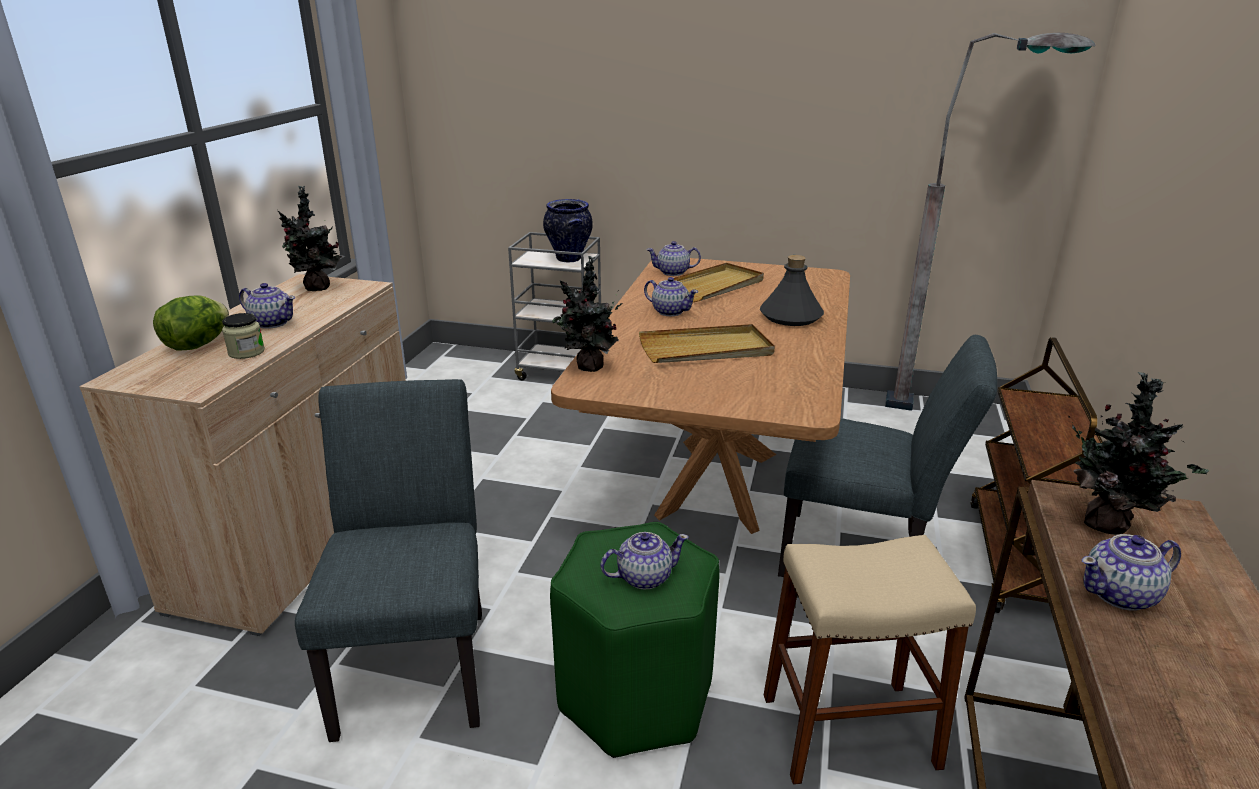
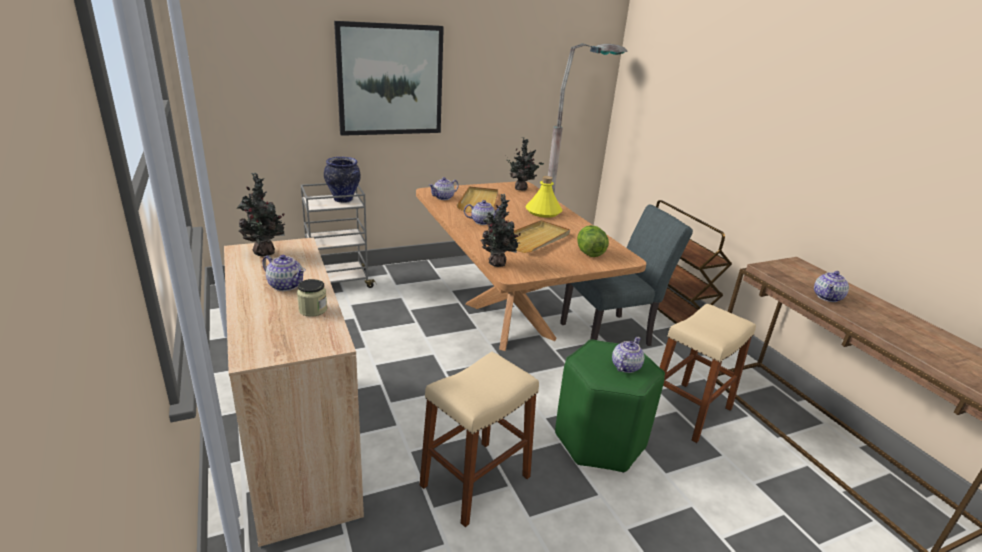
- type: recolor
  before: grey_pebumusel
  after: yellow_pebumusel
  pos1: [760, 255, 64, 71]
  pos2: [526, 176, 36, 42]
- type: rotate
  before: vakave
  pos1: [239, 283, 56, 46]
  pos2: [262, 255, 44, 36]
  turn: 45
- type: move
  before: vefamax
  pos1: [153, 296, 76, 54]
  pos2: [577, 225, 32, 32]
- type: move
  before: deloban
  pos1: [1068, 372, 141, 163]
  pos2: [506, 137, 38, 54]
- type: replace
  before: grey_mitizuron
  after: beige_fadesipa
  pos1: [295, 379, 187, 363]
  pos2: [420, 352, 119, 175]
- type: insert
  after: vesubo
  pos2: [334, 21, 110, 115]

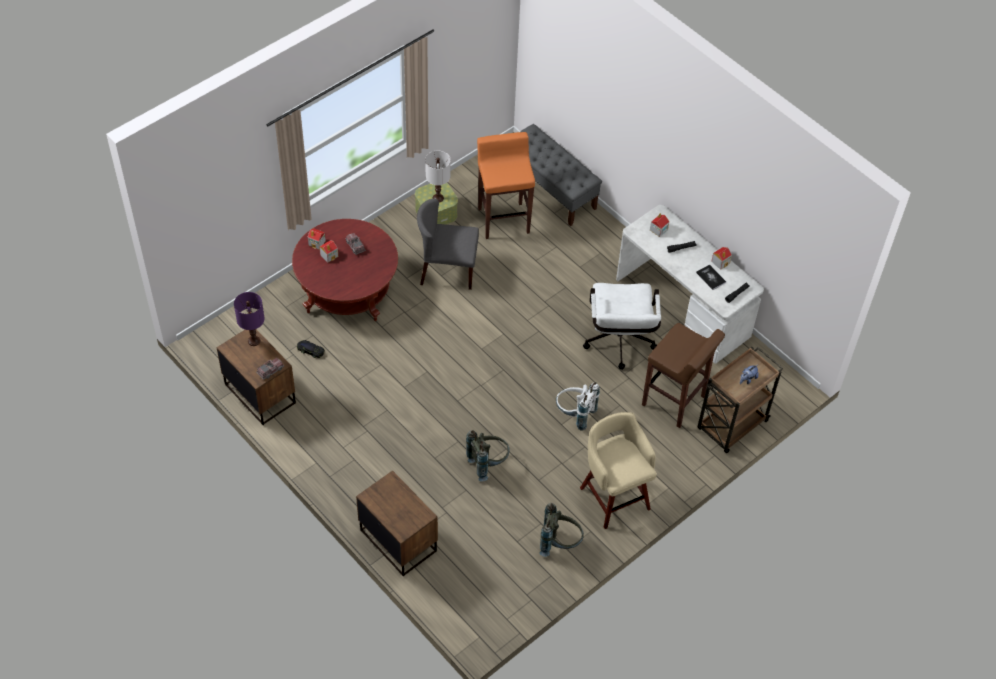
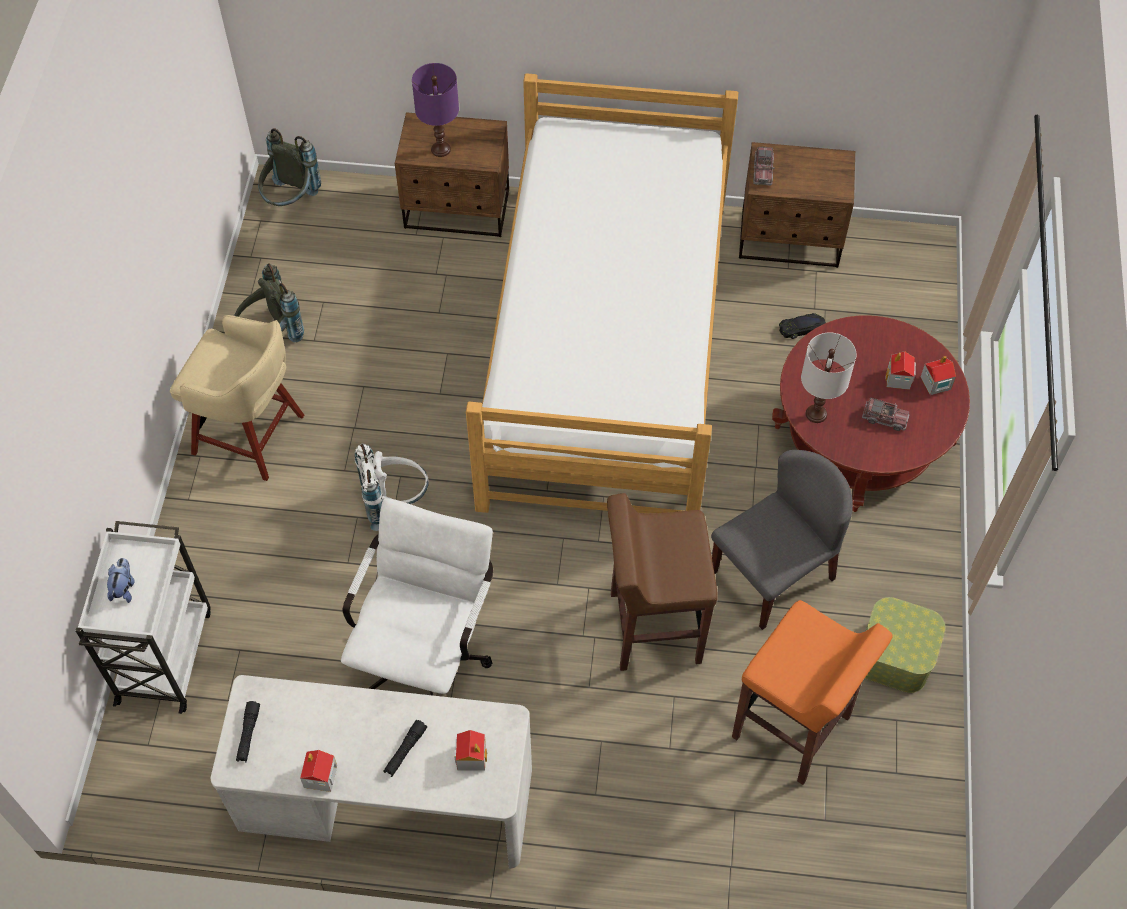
- type: delete
  before: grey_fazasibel
  pos1: [520, 124, 82, 102]
- type: move
  before: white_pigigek
  pos1: [425, 151, 26, 51]
  pos2: [801, 332, 55, 91]
- type: delete
  before: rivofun
  pos1: [696, 264, 30, 26]
- type: rotate
  before: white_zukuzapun
  pos1: [583, 283, 78, 87]
  pos2: [341, 498, 152, 198]
  turn: 60
- type: move
  before: purple_pigigek
  pos1: [234, 292, 31, 54]
  pos2: [412, 63, 47, 94]
- type: move
  before: brown_fadesipa
  pos1: [642, 323, 83, 105]
  pos2: [607, 493, 111, 178]
- type: recolor
  before: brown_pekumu
  after: white_pekumu
  pos1: [698, 346, 85, 107]
  pos2: [75, 521, 136, 193]
- type: move
  before: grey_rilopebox
  pos1: [466, 430, 44, 52]
  pos2: [258, 128, 63, 78]
- type: insert
  after: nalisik
  pos2: [466, 73, 272, 440]

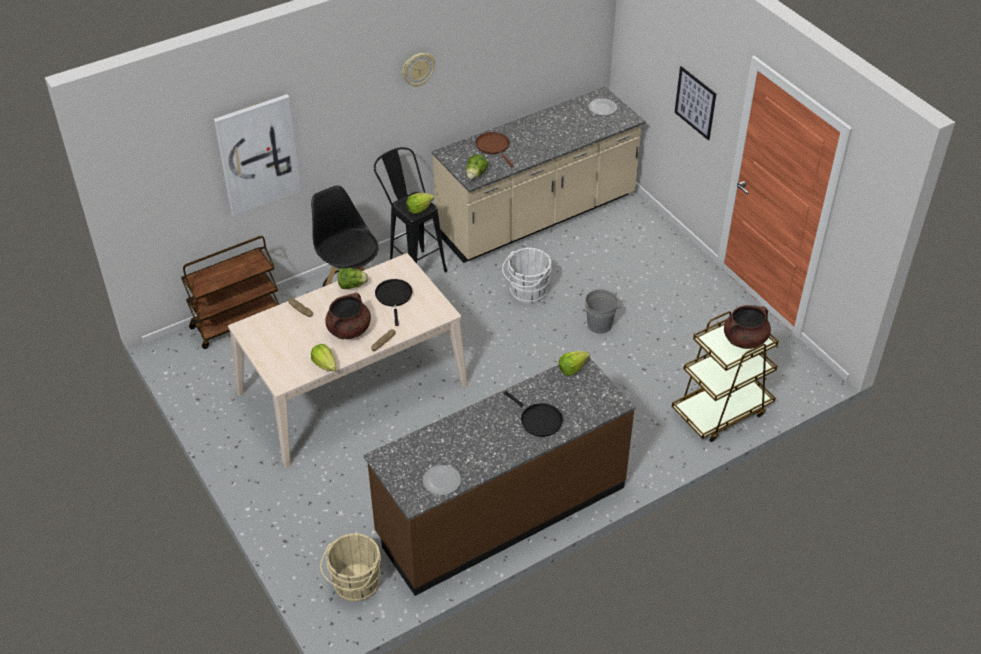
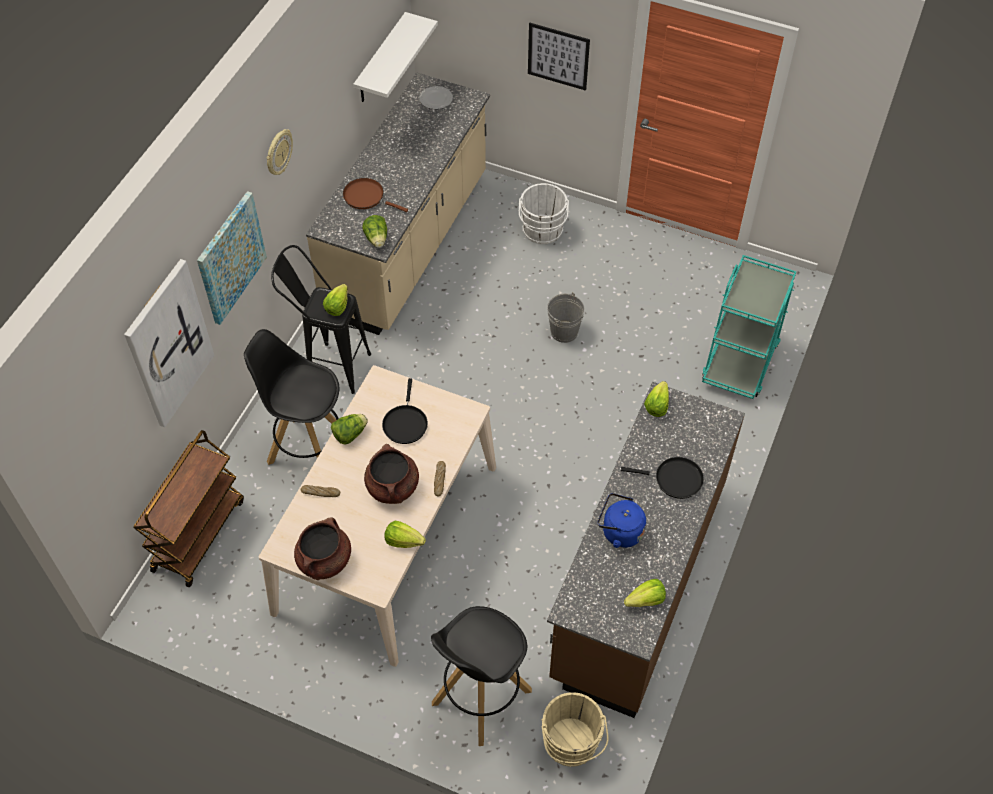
- type: move
  before: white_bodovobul
  pos1: [502, 248, 49, 55]
  pos2: [519, 183, 50, 61]
- type: rotate
  before: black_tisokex
  pos1: [375, 279, 38, 47]
  pos2: [382, 378, 46, 66]
  turn: -135
- type: move
  before: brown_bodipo
  pos1: [724, 305, 47, 44]
  pos2: [294, 517, 57, 63]
- type: recolor
  before: brown_pekumu
  after: turquoise_pekumu
  pos1: [672, 311, 107, 131]
  pos2: [702, 255, 95, 144]
- type: replace
  before: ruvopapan
  after: vefamax
  pos1: [423, 465, 38, 30]
  pos2: [624, 579, 42, 28]
- type: insert
  after: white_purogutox
  pos2: [353, 12, 85, 90]
- type: insert
  after: vesubo
  pos2: [197, 191, 70, 134]
- type: insert
  after: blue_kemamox
  pos2: [598, 493, 48, 55]
- type: insert
  after: black_fadesipa
  pos2: [431, 606, 101, 140]

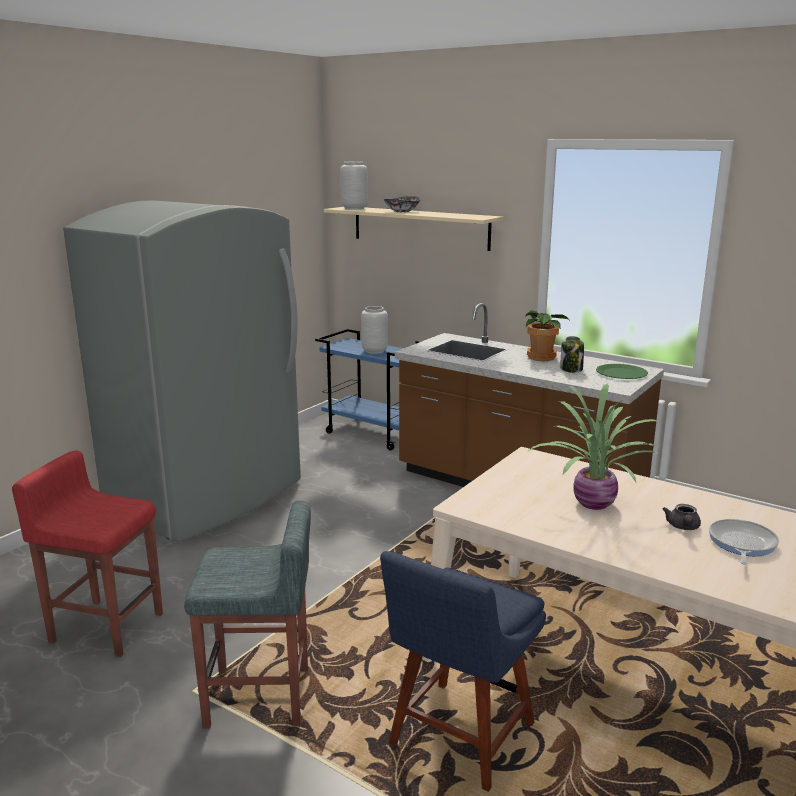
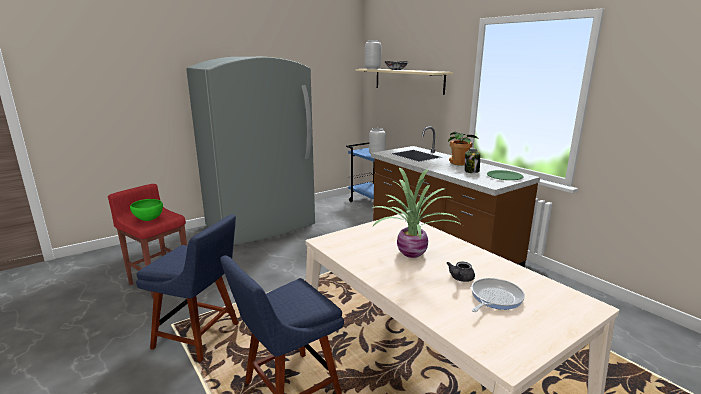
- type: replace
  before: grey_fadesipa
  after: blue_mitizuron
  pos1: [184, 501, 127, 228]
  pos2: [136, 214, 103, 148]
- type: insert
  after: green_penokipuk
  pos2: [130, 199, 33, 22]

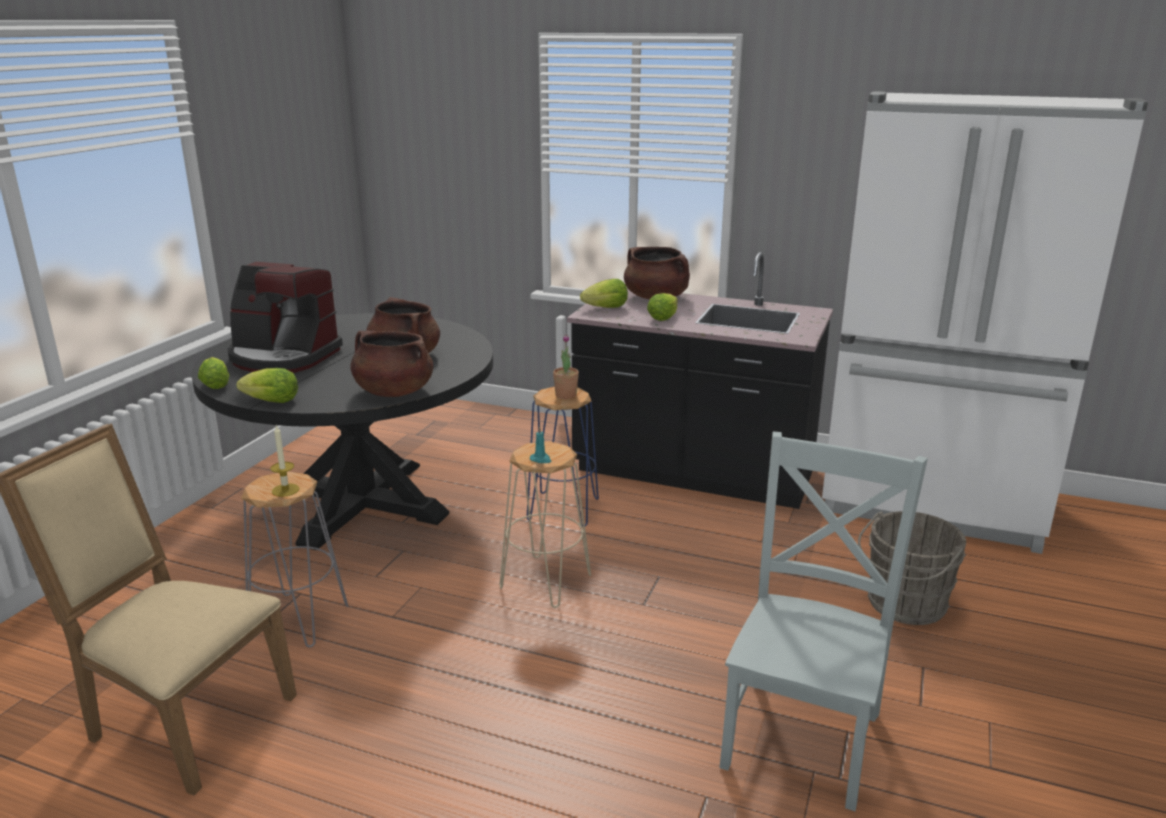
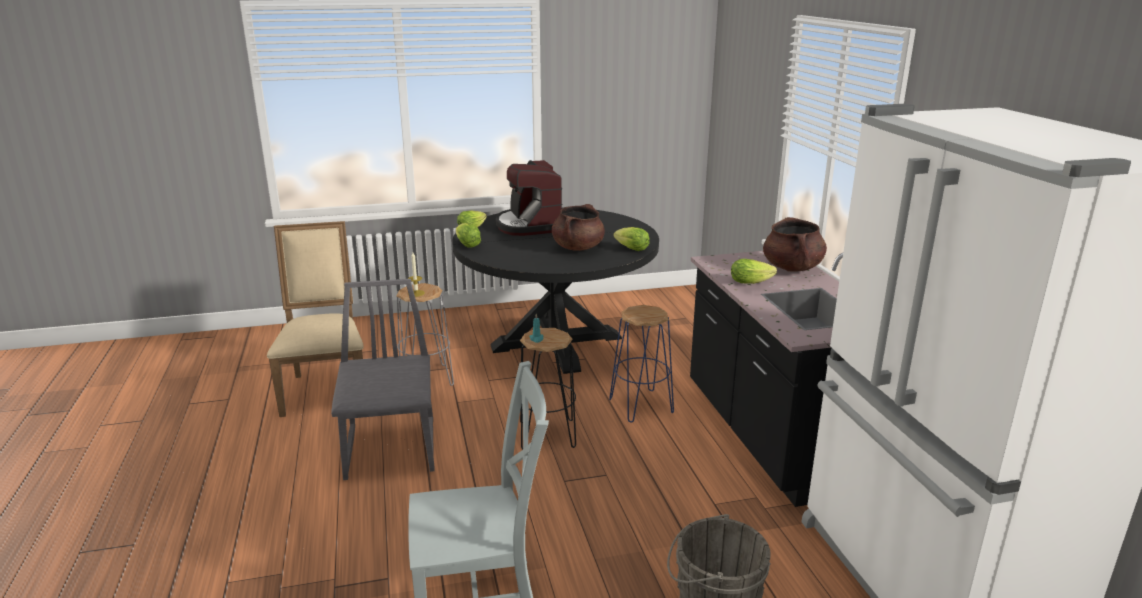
- type: move
  before: vefamax
  pos1: [580, 279, 48, 29]
  pos2: [613, 227, 37, 24]
- type: delete
  before: brown_bodipo
  pos1: [350, 330, 84, 67]
- type: delete
  before: deloban
  pos1: [553, 334, 26, 65]
- type: recolor
  before: beige_fadesipa
  after: black_fadesipa
  pos1: [500, 441, 91, 167]
  pos2: [520, 328, 56, 121]
- type: insert
  after: grey_mitizuron
  pos2: [331, 279, 104, 201]

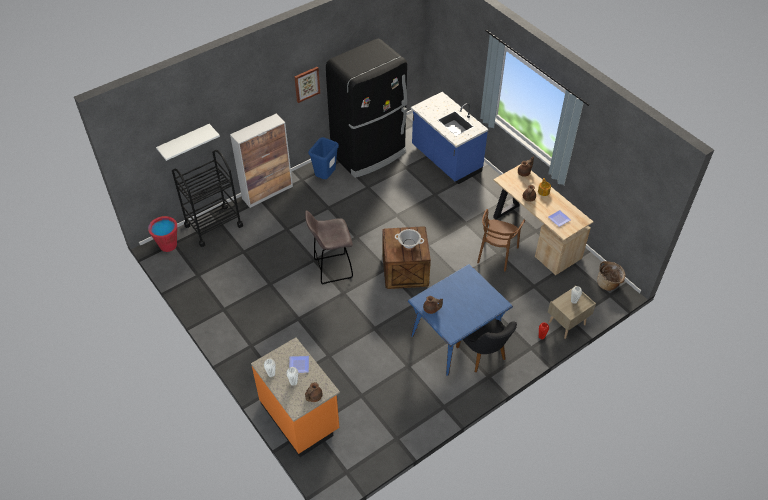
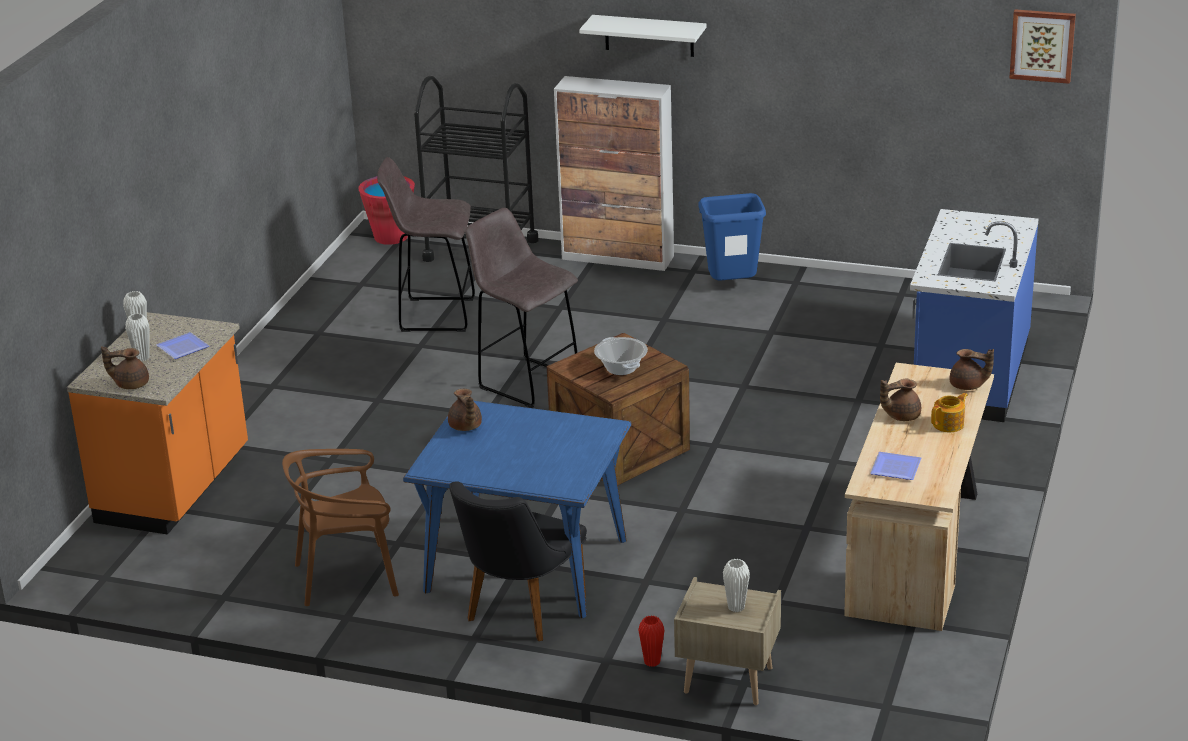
- type: delete
  before: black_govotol
  pos1: [326, 39, 81, 139]
- type: move
  before: vesubo
  pos1: [294, 67, 26, 36]
  pos2: [1009, 9, 67, 75]
- type: move
  before: white_purogutox
  pos1: [156, 124, 64, 37]
  pos2: [579, 15, 128, 42]
- type: move
  before: brown_mitizuron
  pos1: [477, 209, 48, 62]
  pos2: [282, 449, 117, 157]
- type: delete
  before: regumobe
  pos1: [597, 261, 28, 30]
- type: insert
  after: grey_fadesipa
  pos2: [377, 157, 98, 175]

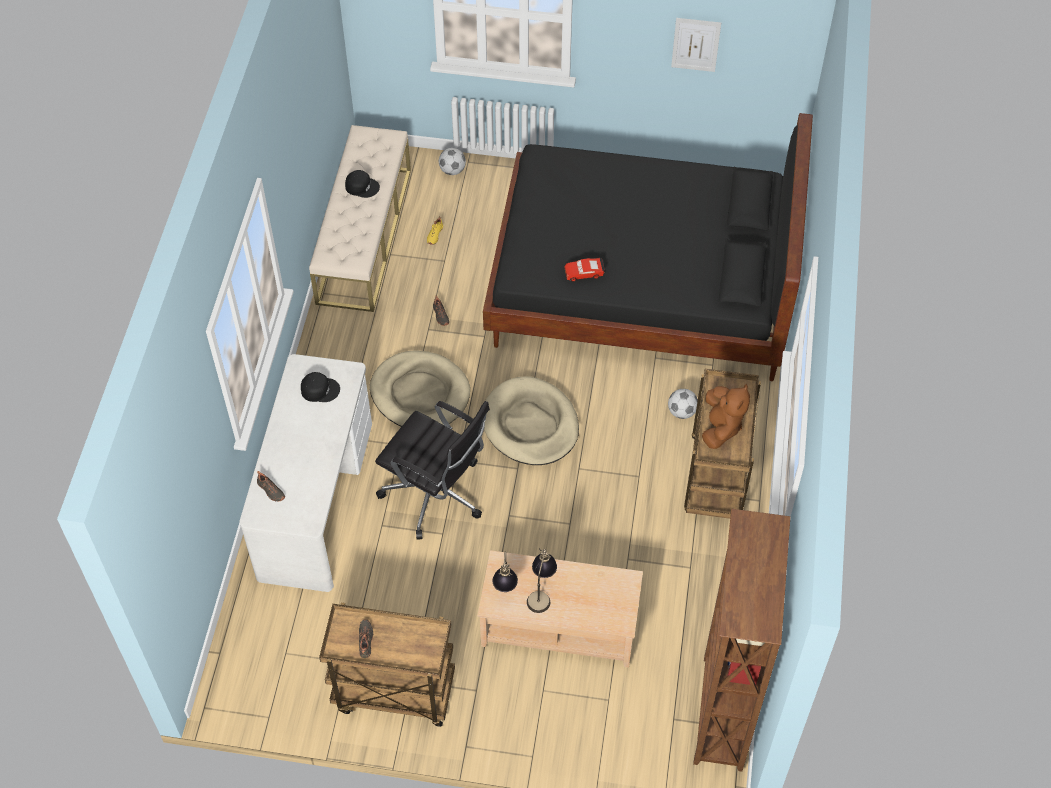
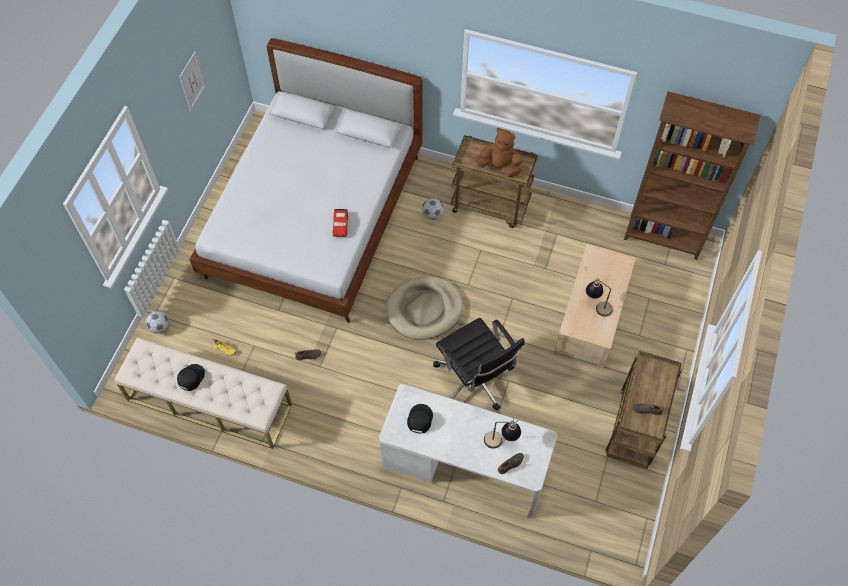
- type: recolor
  before: black_nalisik
  after: white_nalisik
  pos1: [483, 113, 330, 268]
  pos2: [190, 38, 233, 285]
- type: delete
  before: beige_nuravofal
  pos1: [370, 350, 100, 77]
- type: rotate
  before: black_zukuzapun
  pos1: [375, 401, 115, 139]
  pos2: [433, 318, 92, 93]
  turn: 105
- type: move
  before: pigigek
  pos1: [492, 551, 26, 41]
  pos2: [484, 419, 37, 30]

